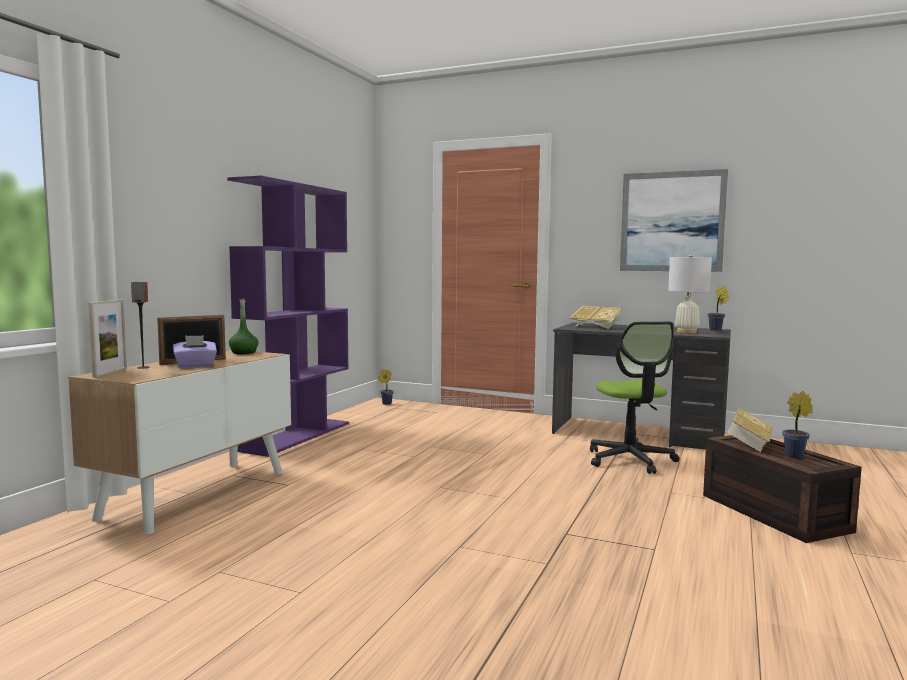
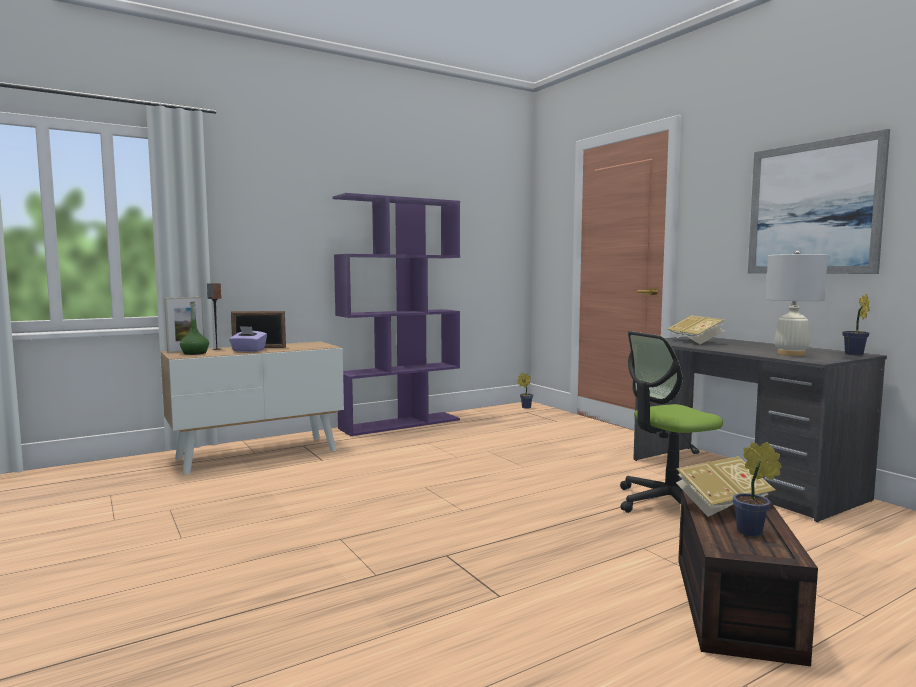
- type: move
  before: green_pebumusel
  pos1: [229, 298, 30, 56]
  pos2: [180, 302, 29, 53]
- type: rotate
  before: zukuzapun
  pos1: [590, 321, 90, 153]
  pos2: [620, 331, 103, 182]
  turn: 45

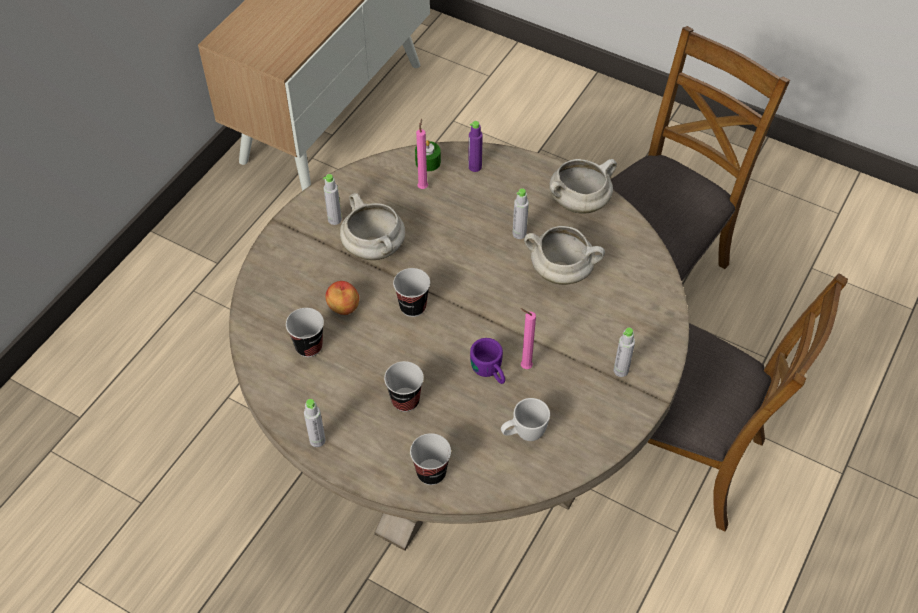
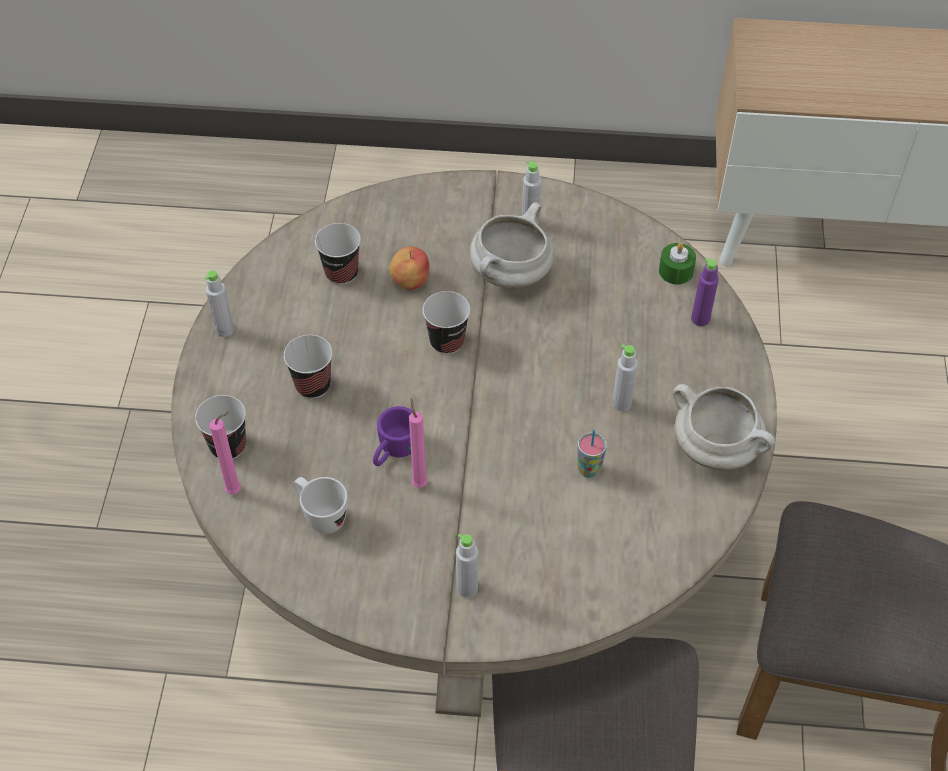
- type: move
  before: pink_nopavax
  pos1: [416, 119, 12, 70]
  pos2: [209, 412, 32, 82]
- type: replace
  before: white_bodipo
  after: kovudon
  pos1: [524, 226, 81, 59]
  pos2: [578, 430, 29, 48]

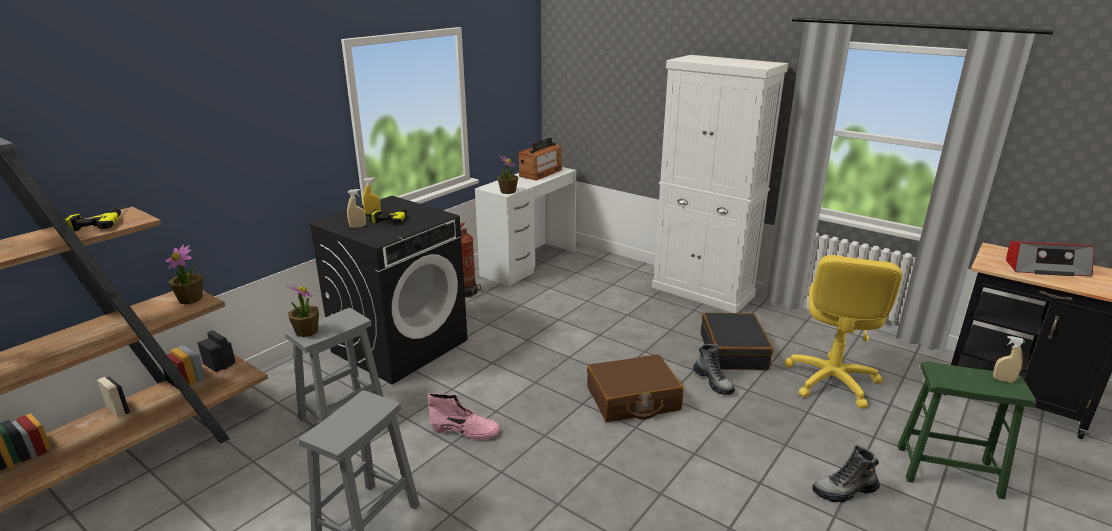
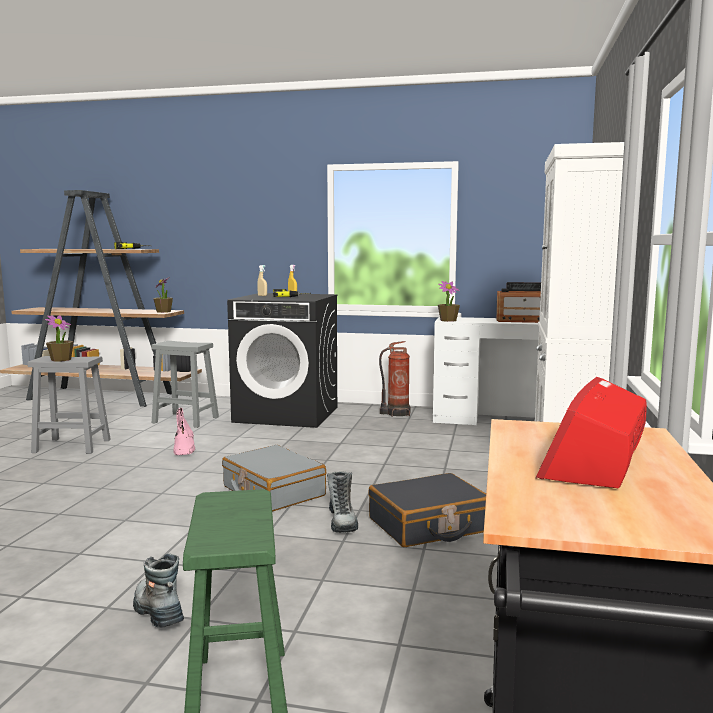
- type: rotate
  before: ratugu
  pos1: [1006, 241, 88, 35]
  pos2: [536, 377, 111, 111]
  turn: 45
- type: delete
  before: yellow_zukuzapun
  pos1: [784, 255, 118, 154]
- type: move
  before: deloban
  pos1: [288, 283, 31, 54]
  pos2: [45, 315, 29, 47]
- type: delete
  before: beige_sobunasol
  pos1: [993, 336, 32, 47]
- type: rotate
  before: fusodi
  pos1: [693, 344, 42, 51]
  pos2: [327, 471, 31, 62]
  turn: -45
- type: recolor
  before: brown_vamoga
  after: grey_vamoga
  pos1: [587, 354, 97, 68]
  pos2: [222, 445, 104, 67]

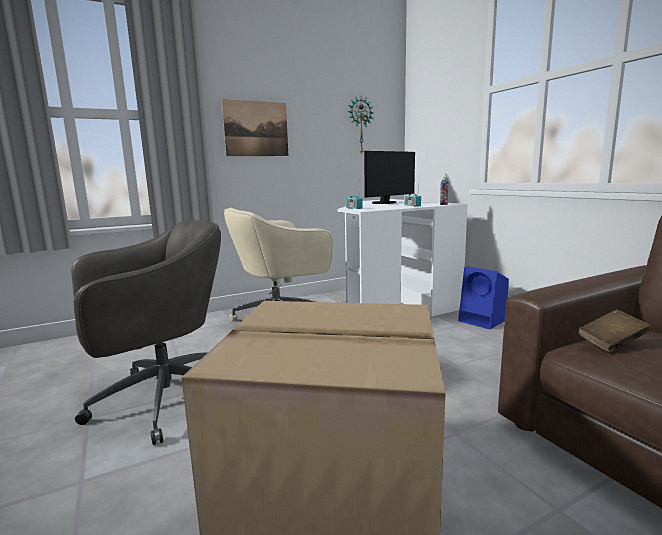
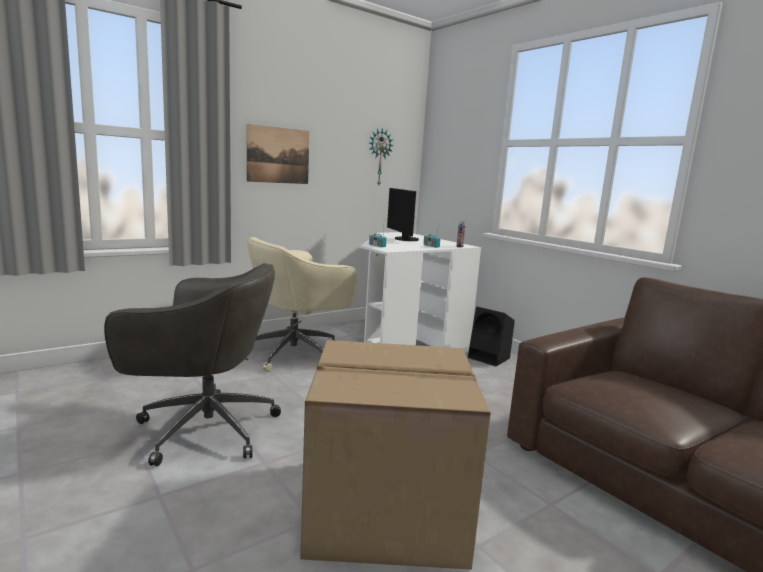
- type: rotate
  before: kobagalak
  pos1: [364, 151, 51, 53]
  pos2: [387, 188, 32, 53]
  turn: 120
- type: rotate
  before: grey_zukuzapun
  pos1: [71, 220, 150, 225]
  pos2: [104, 263, 177, 203]
  turn: 45
- type: recolor
  before: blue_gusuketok
  after: black_gusuketok
  pos1: [458, 266, 51, 64]
  pos2: [468, 307, 47, 59]
- type: delete
  before: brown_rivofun
  pos1: [578, 309, 72, 43]

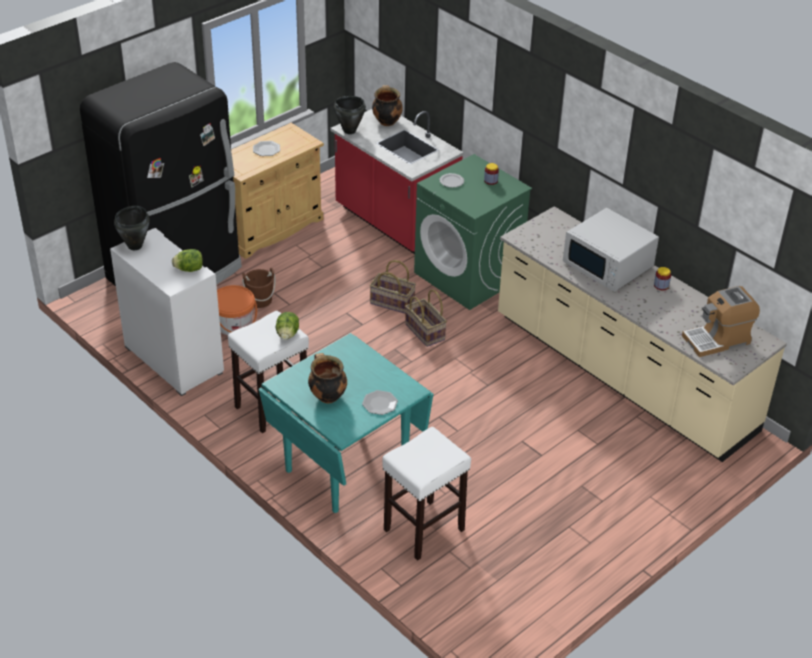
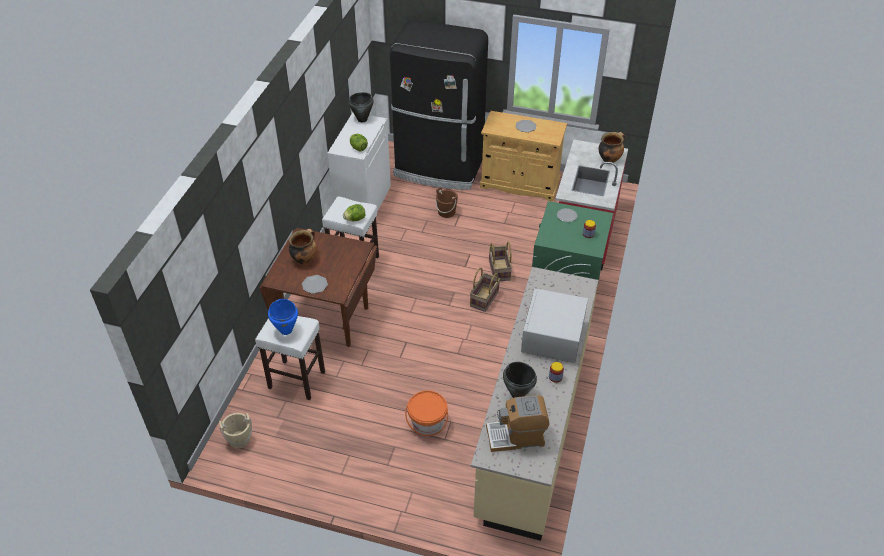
- type: move
  before: black_bodipo
  pos1: [334, 96, 32, 38]
  pos2: [503, 362, 34, 36]
- type: move
  before: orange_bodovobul
  pos1: [217, 285, 40, 50]
  pos2: [405, 390, 43, 46]
- type: rotate
  before: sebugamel
  pos1: [682, 286, 78, 71]
  pos2: [486, 395, 63, 57]
  turn: -45
- type: recolor
  before: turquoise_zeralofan
  after: brown_zeralofan
  pos1: [259, 333, 175, 180]
  pos2: [259, 228, 118, 119]
- type: insert
  after: blue_bodipo
  pos2: [268, 299, 30, 36]
- type: insert
  after: beige_bodovobul
  pos2: [219, 413, 33, 36]

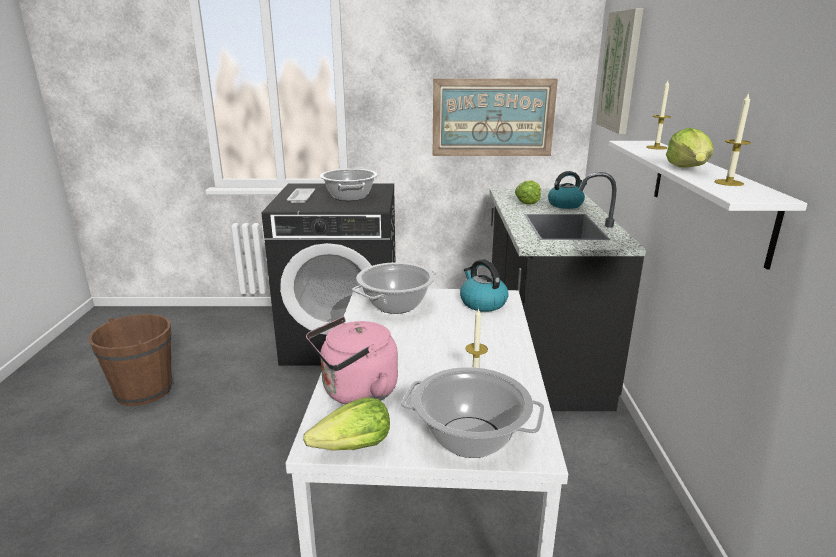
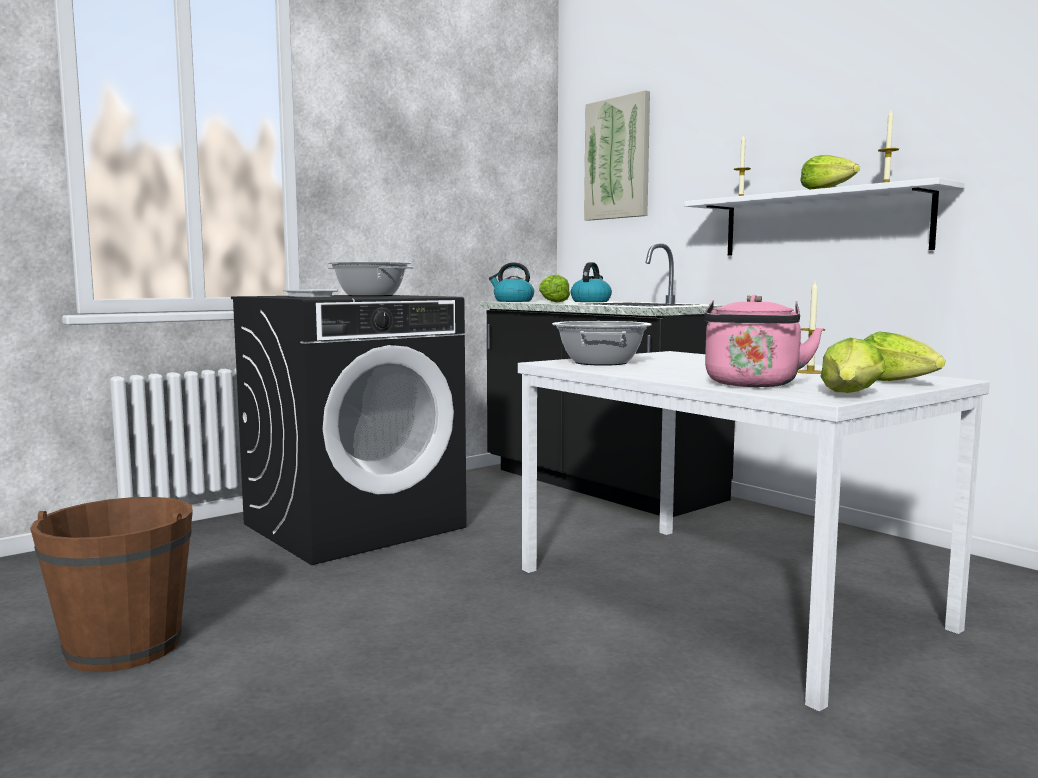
- type: delete
  before: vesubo
  pos1: [433, 79, 125, 77]
- type: move
  before: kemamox
  pos1: [460, 259, 49, 53]
  pos2: [489, 262, 45, 40]
- type: replace
  before: bodipo
  after: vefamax
  pos1: [401, 367, 143, 91]
  pos2: [864, 332, 81, 49]

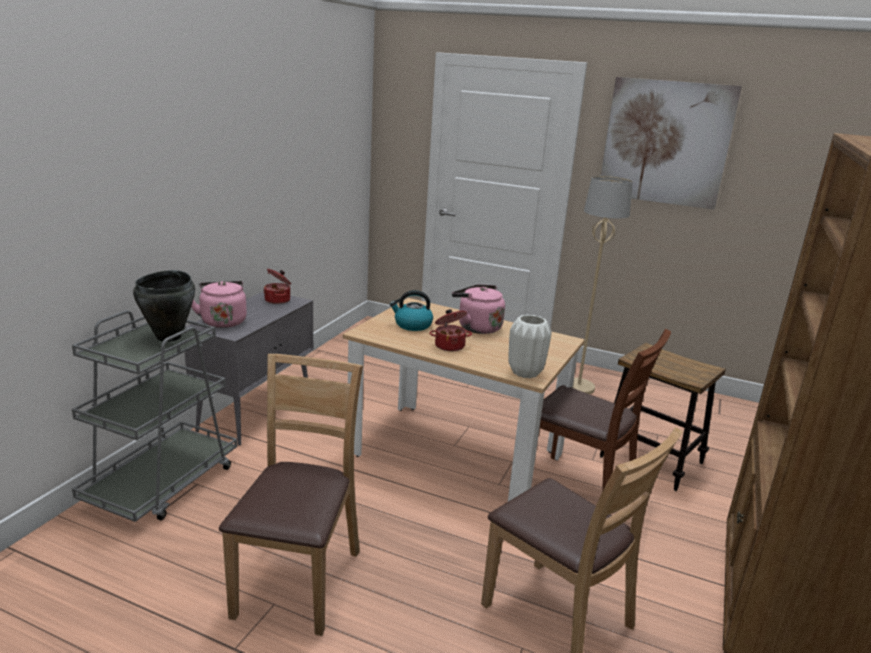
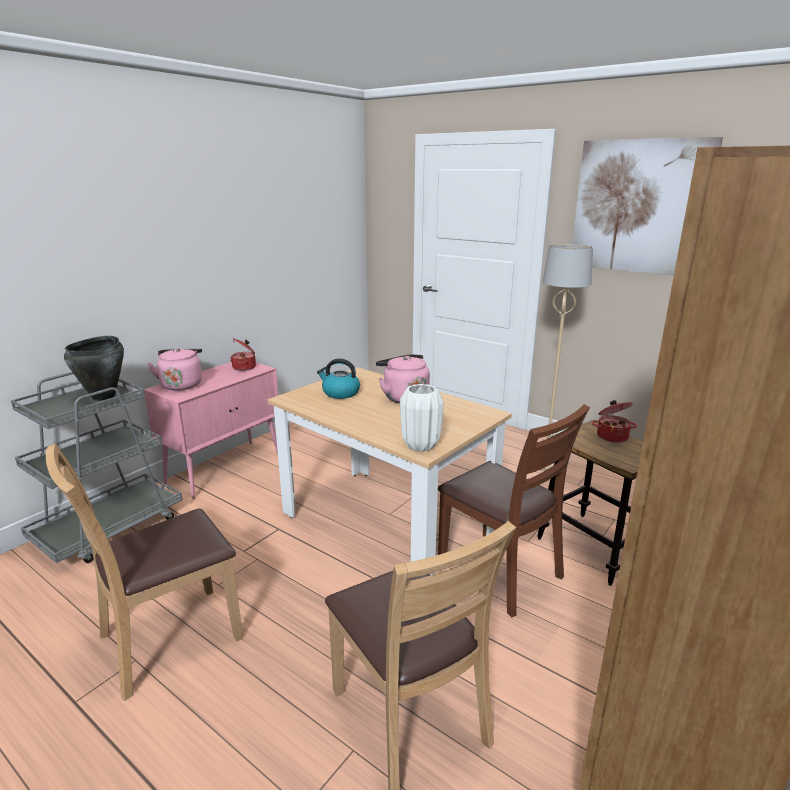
- type: recolor
  before: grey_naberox
  after: pink_naberox
  pos1: [185, 291, 128, 155]
  pos2: [144, 362, 134, 137]
- type: move
  before: bodipo
  pos1: [429, 309, 43, 42]
  pos2: [592, 400, 45, 43]
- type: rotate
  before: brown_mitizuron
  pos1: [219, 354, 144, 282]
  pos2: [46, 443, 197, 258]
  turn: -150

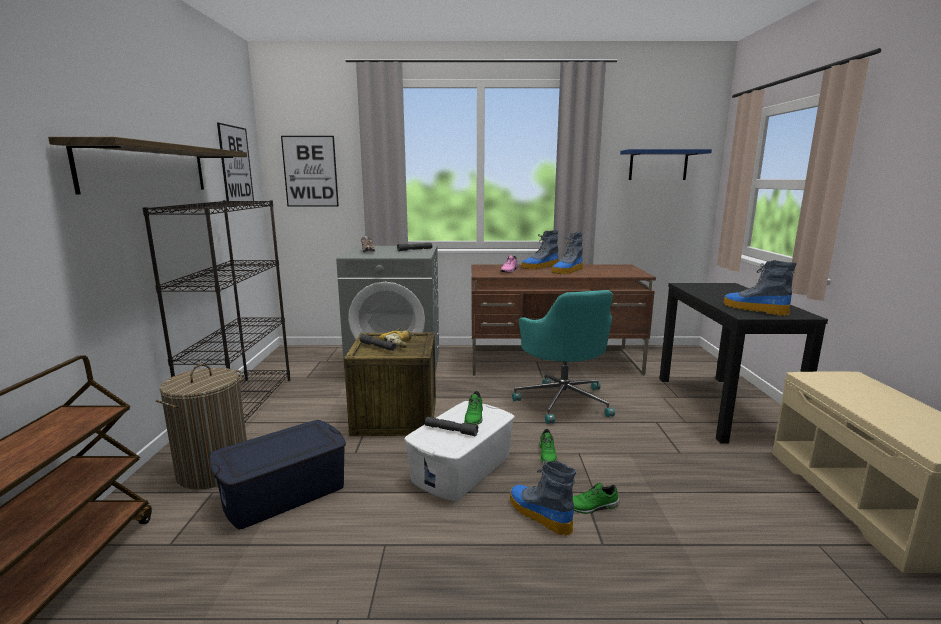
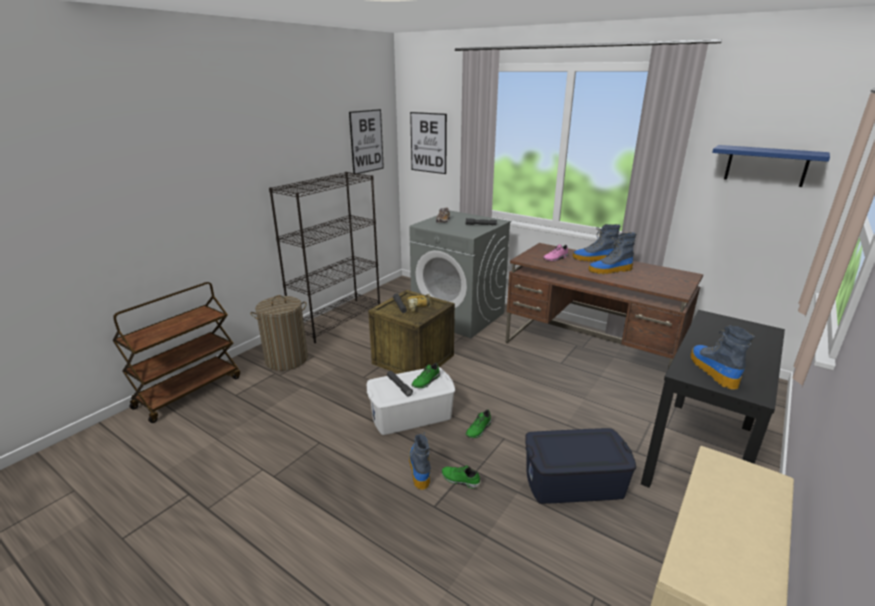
- type: delete
  before: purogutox
  pos1: [48, 137, 199, 57]
- type: delete
  before: turquoise_zukuzapun
  pos1: [512, 290, 103, 134]
- type: move
  before: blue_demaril
  pos1: [209, 420, 137, 110]
  pos2: [525, 428, 111, 76]

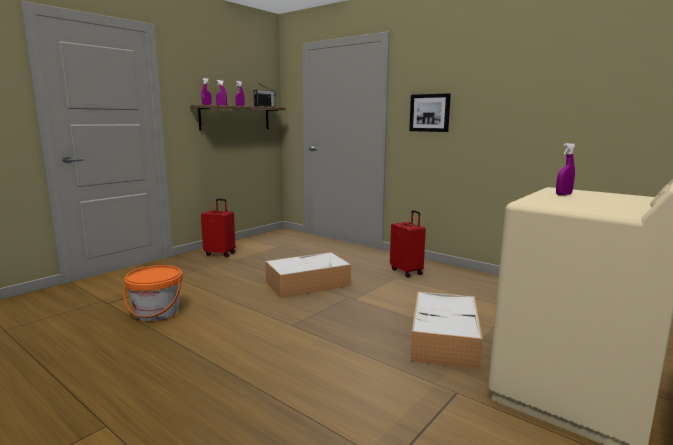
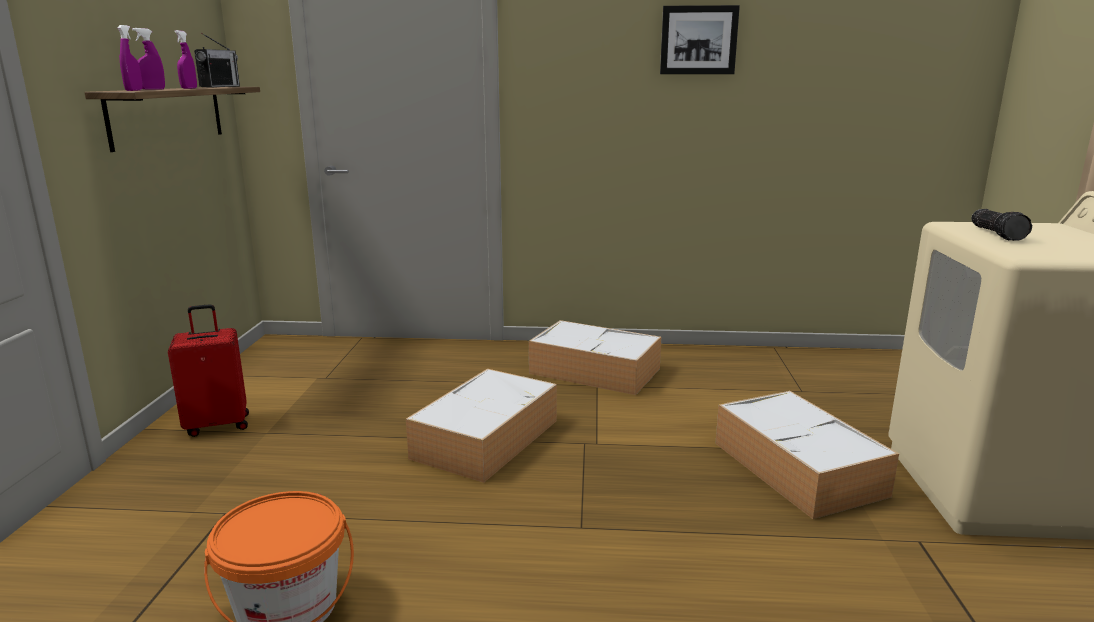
- type: move
  before: vesubo
  pos1: [409, 93, 42, 39]
  pos2: [660, 5, 80, 69]
- type: replace
  before: purple_sobunasol
  after: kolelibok
  pos1: [556, 143, 19, 52]
  pos2: [972, 209, 60, 32]
- type: replace
  before: red_vamoga
  after: demaril
  pos1: [390, 210, 36, 67]
  pos2: [529, 320, 132, 75]

